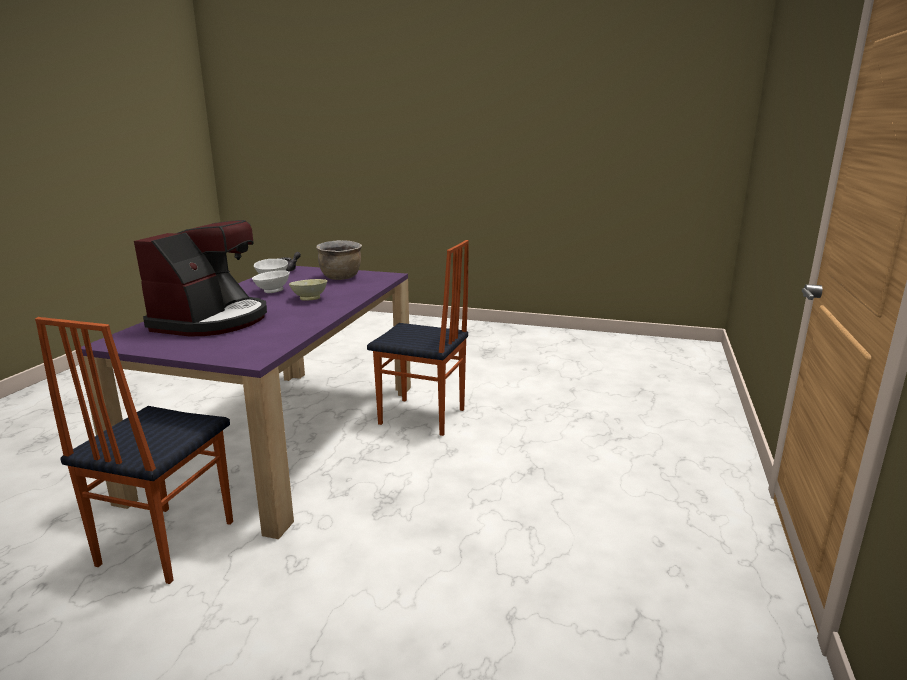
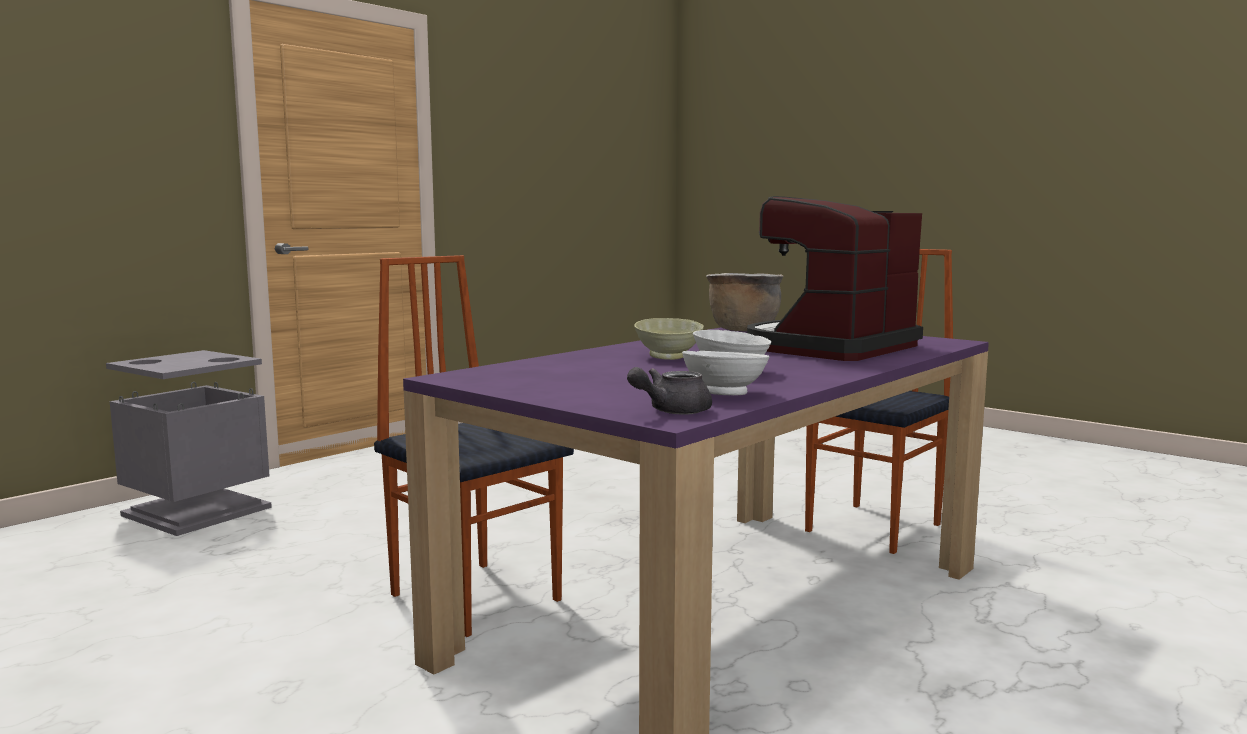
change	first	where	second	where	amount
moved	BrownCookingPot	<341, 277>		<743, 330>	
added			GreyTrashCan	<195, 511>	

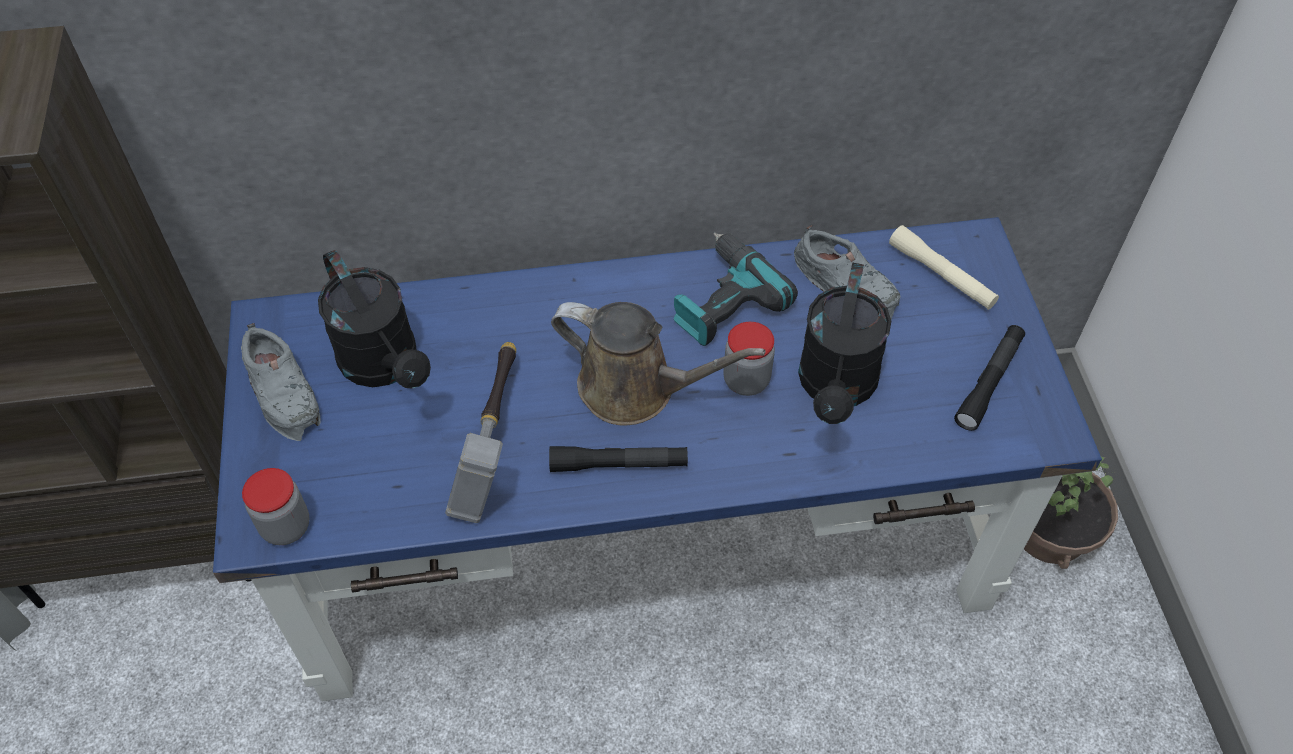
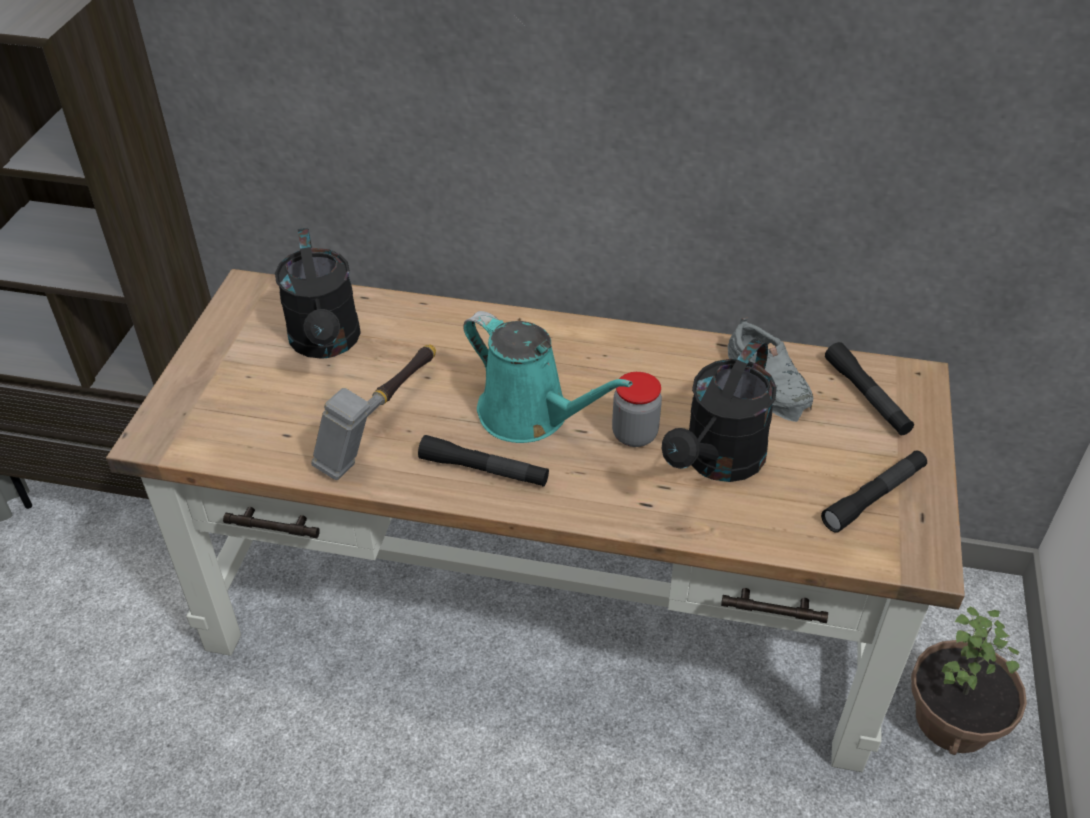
change	first	where	second	where	amount
recoloured	BlueDesk	<649, 541>	BrownDesk	<548, 606>	
removed	GreyShoe	<283, 391>			
removed	Jar	<286, 526>			
recoloured	BrownWateringCan	<636, 389>	TurquoiseWateringCan	<530, 415>	
removed	PowerDrill	<722, 300>			
recoloured	BeigeFlashlight	<941, 275>	BlackFlashlight	<866, 396>	

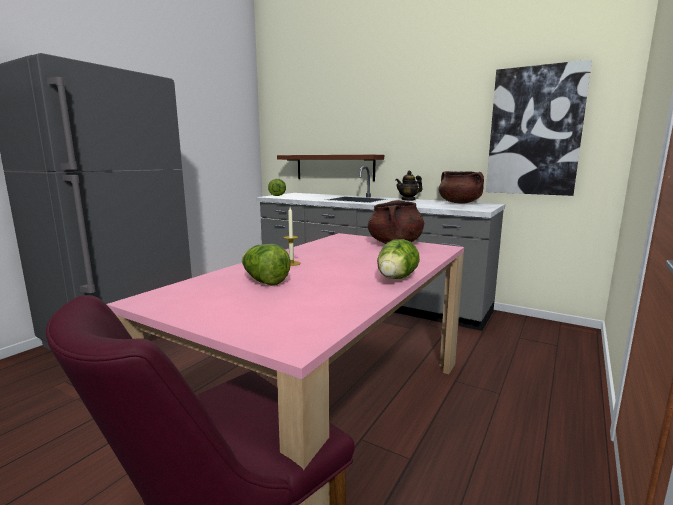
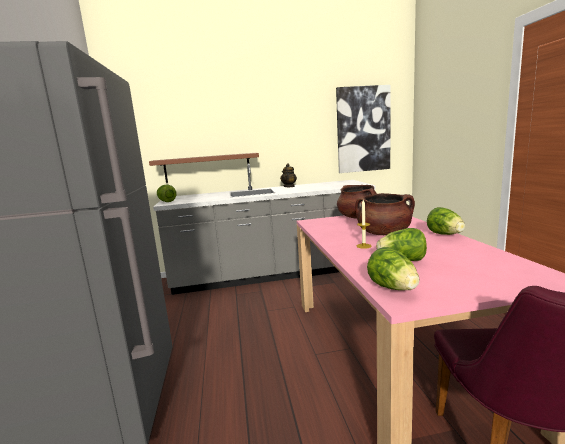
change	first	where	second	where	amount
moved	BrownCookingPot	<460, 203>		<384, 233>	
added			Lettuce	<393, 288>	

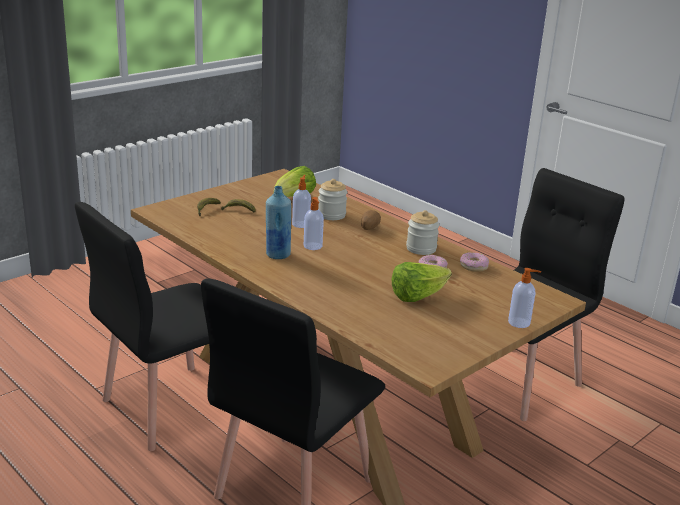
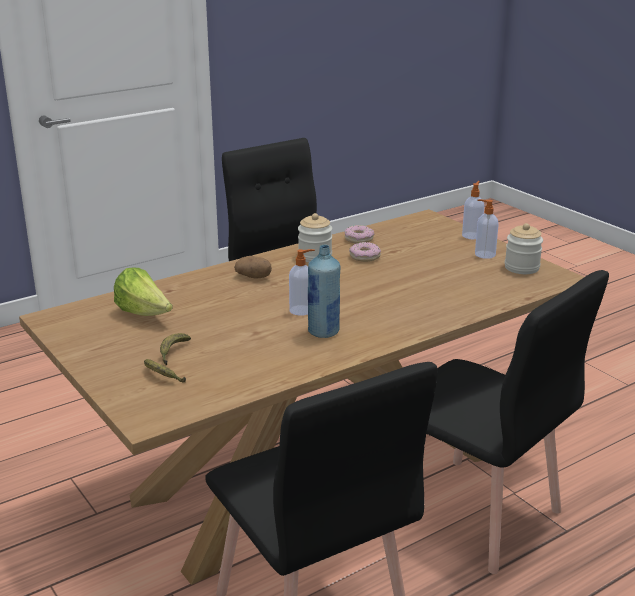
change	first	where	second	where	amount
moved	SoapDispenser	<301, 224>		<484, 254>	
moved	Jar	<331, 215>		<521, 268>	
removed	Lettuce	<417, 296>			

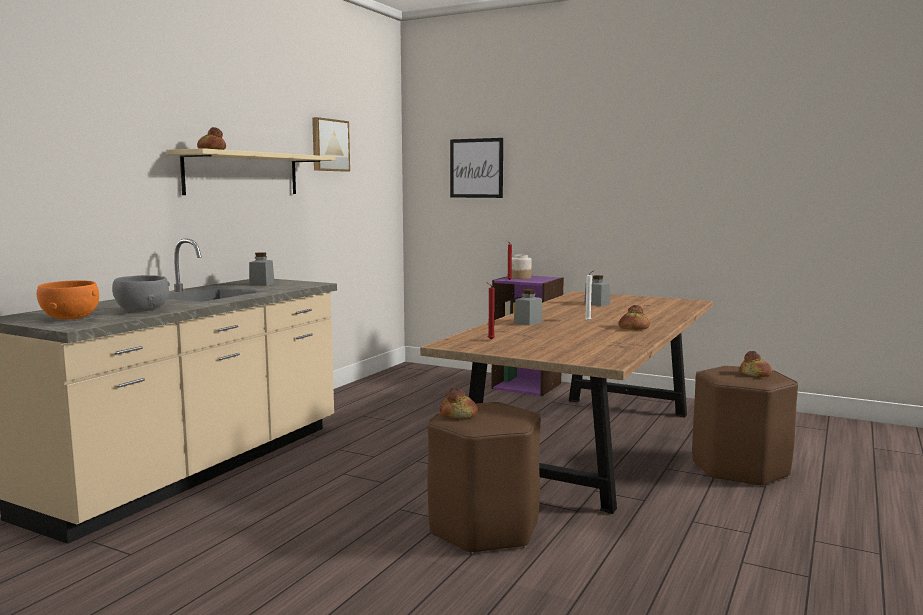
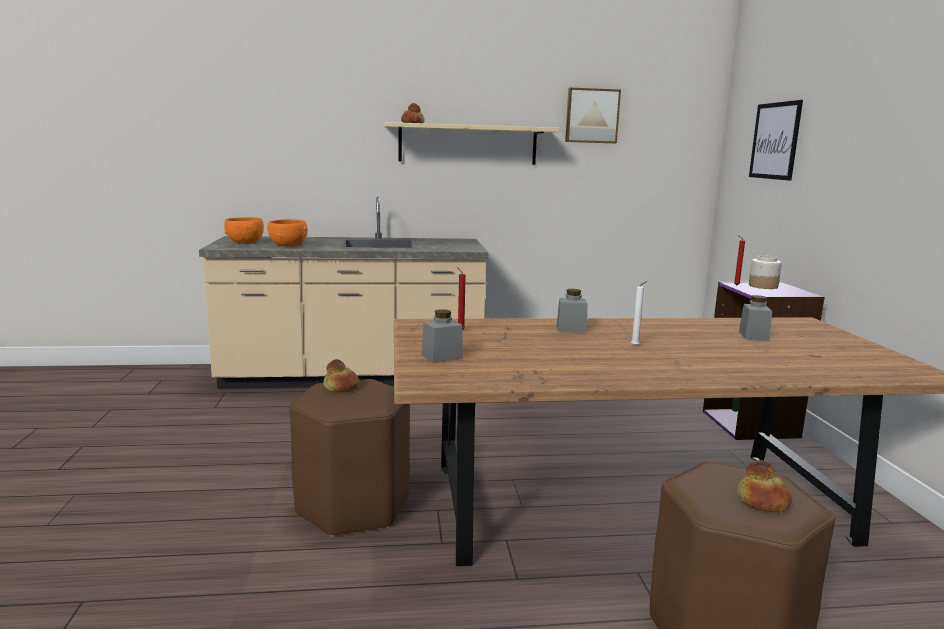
change	first	where	second	where	amount
recoloured	GreyBowl	<142, 310>	OrangeBowl	<288, 245>	
moved	GreyJar	<262, 284>		<442, 357>	
removed	Bread	<634, 328>			

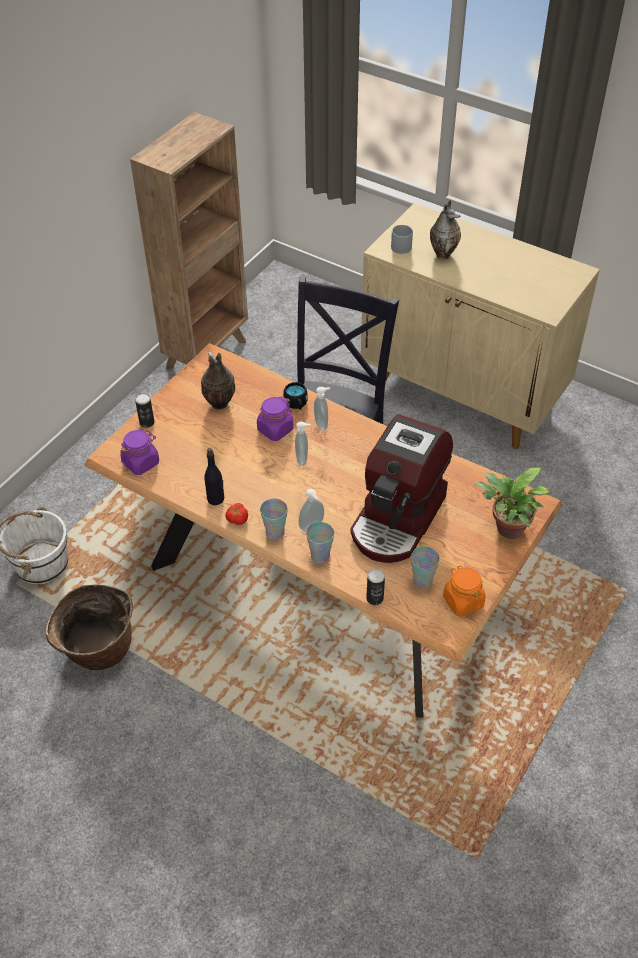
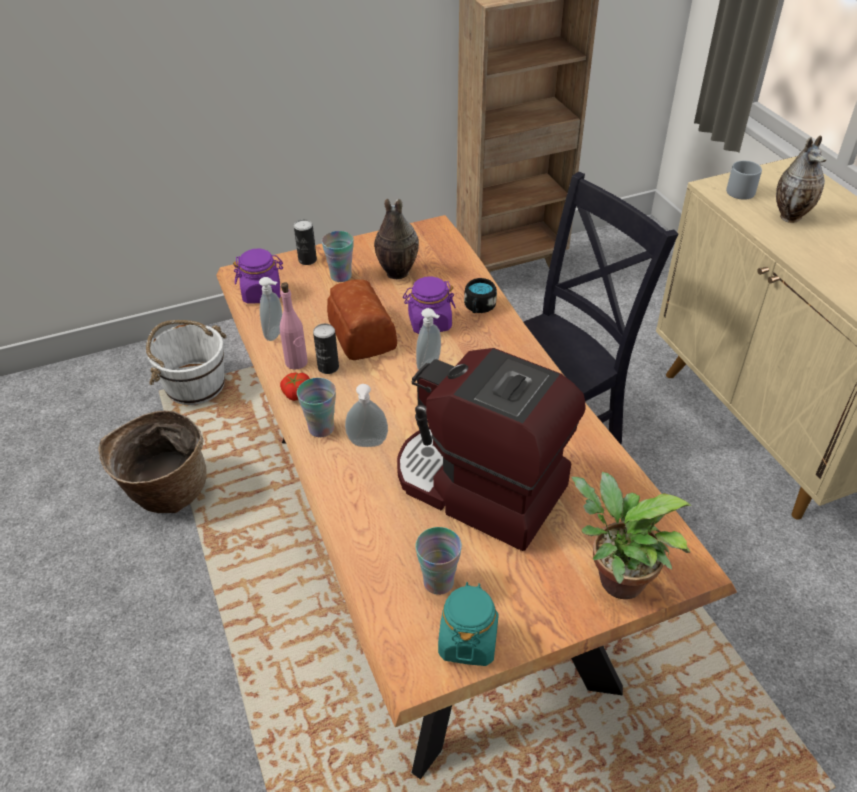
change	first	where	second	where	amount
recoloured	BlackBottle	<216, 499>	PinkBottle	<296, 362>	
moved	Cup	<320, 556>		<341, 276>	
moved	SoapDispenser	<322, 424>		<276, 334>	
turned	CoffeeMachine	<398, 519>		<479, 489>	60 degrees clockwise
moved	Can	<375, 598>		<328, 367>	
recoloured	OrangeJar	<463, 601>	TurquoiseJar	<468, 641>	
added			Bread	<361, 335>	

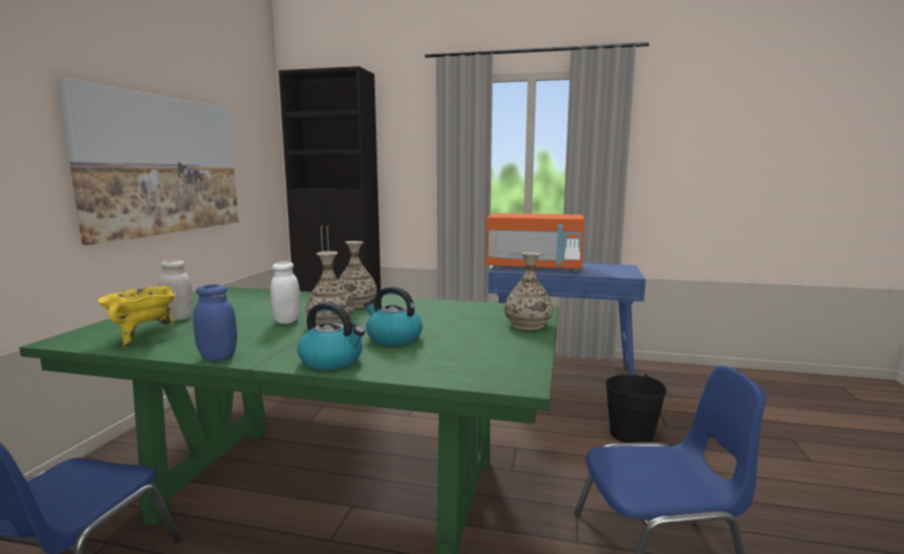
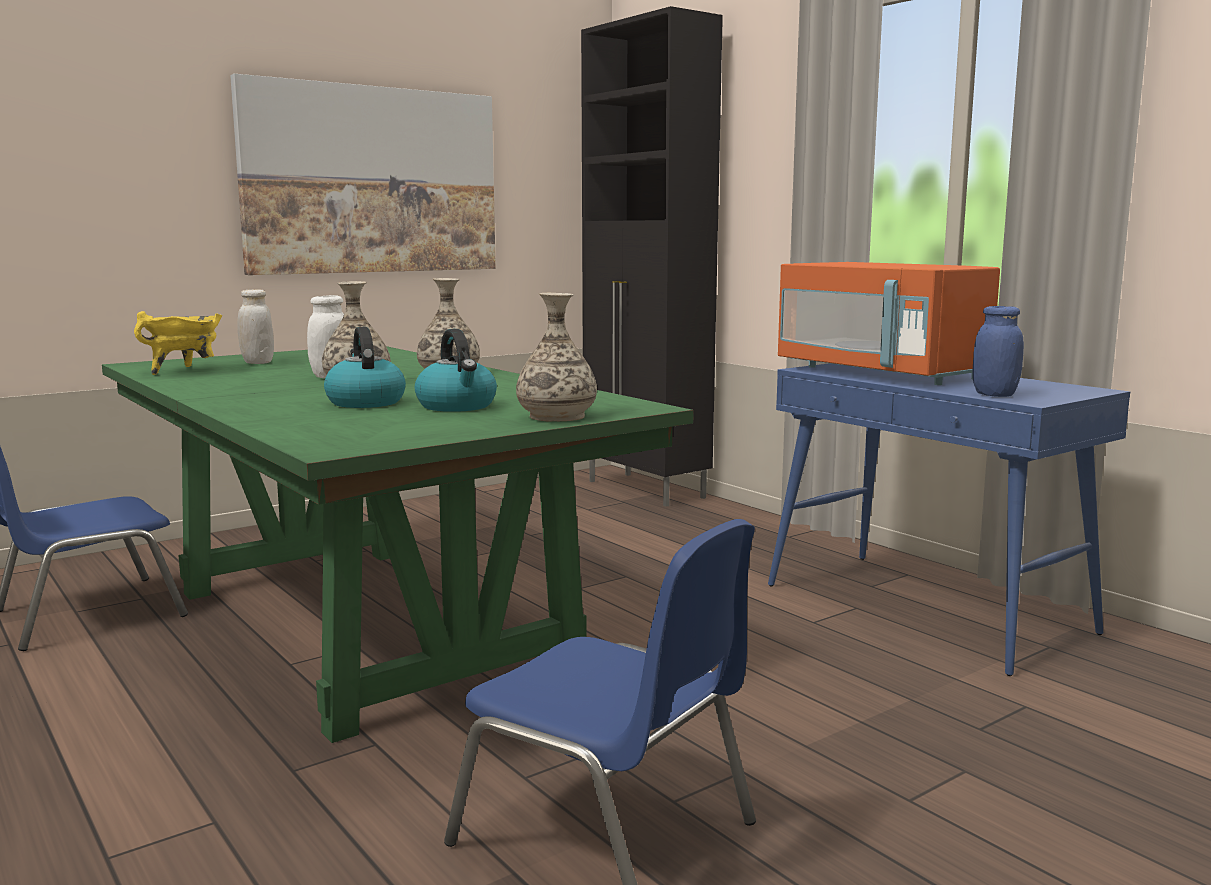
change	first	where	second	where	amount
moved	BlueJar	<218, 357>		<994, 395>	
moved	Kettle	<332, 361>		<457, 406>	
removed	BlackBucket	<631, 434>			

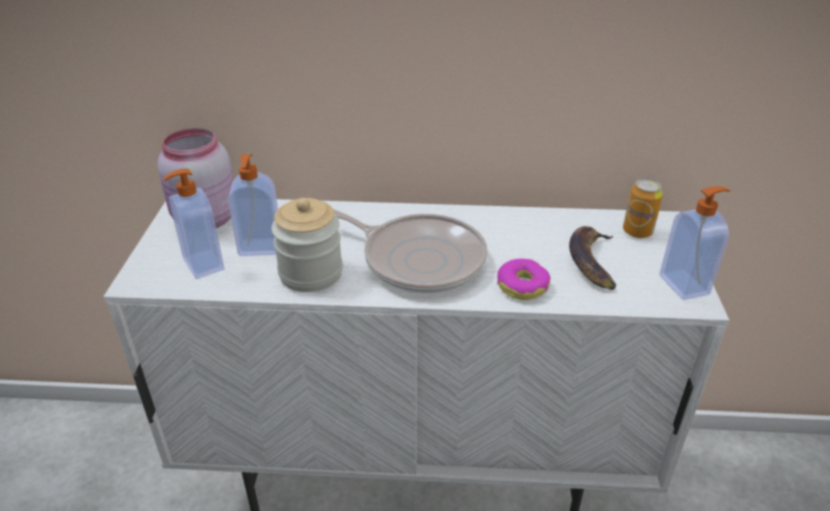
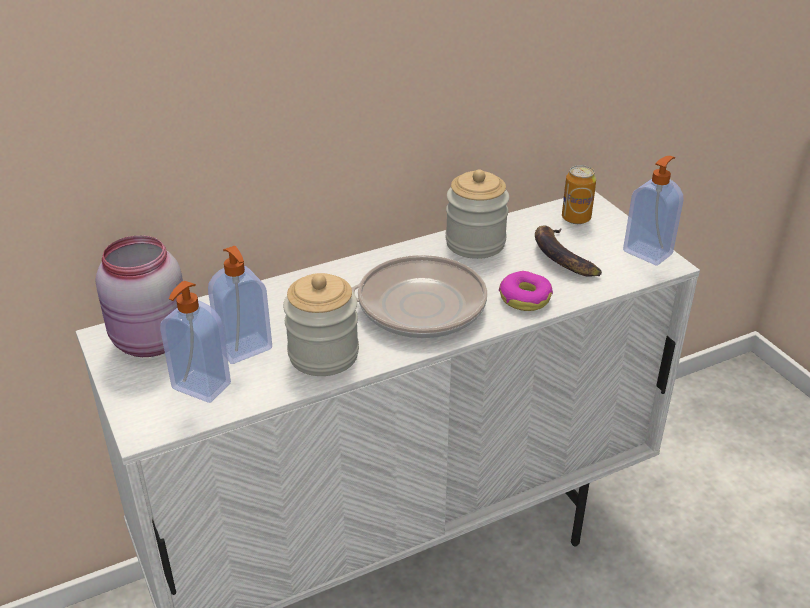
change	first	where	second	where	amount
added			Jar	<475, 243>	

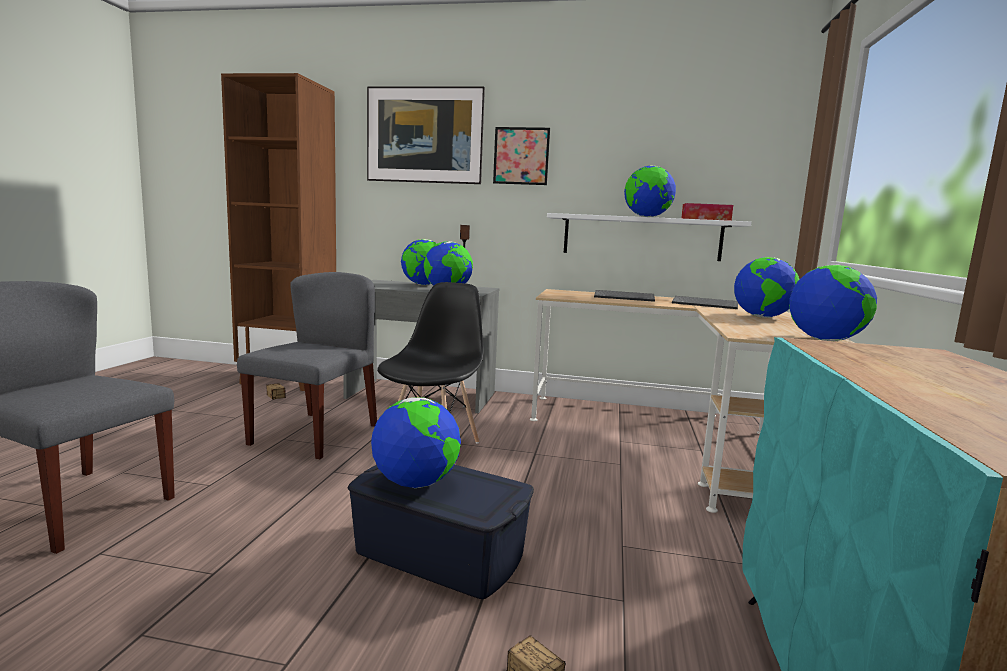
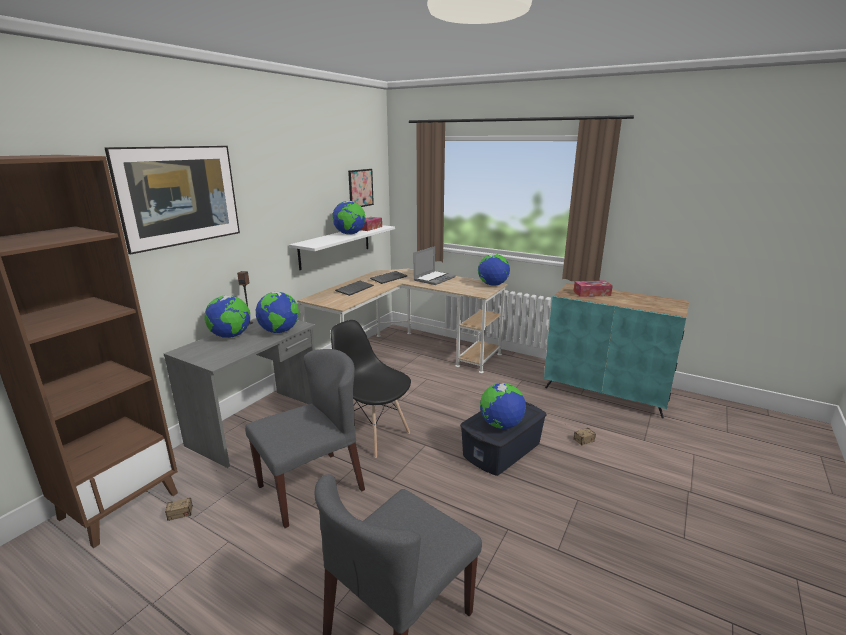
change	first	where	second	where	amount
turned	GreyChair	<315, 434>		<311, 487>	105 degrees clockwise
moved	Picture	<521, 156>		<360, 188>	
replaced	Globe	<762, 317>	Laptop	<434, 278>	
added			TissueBox	<591, 293>	

